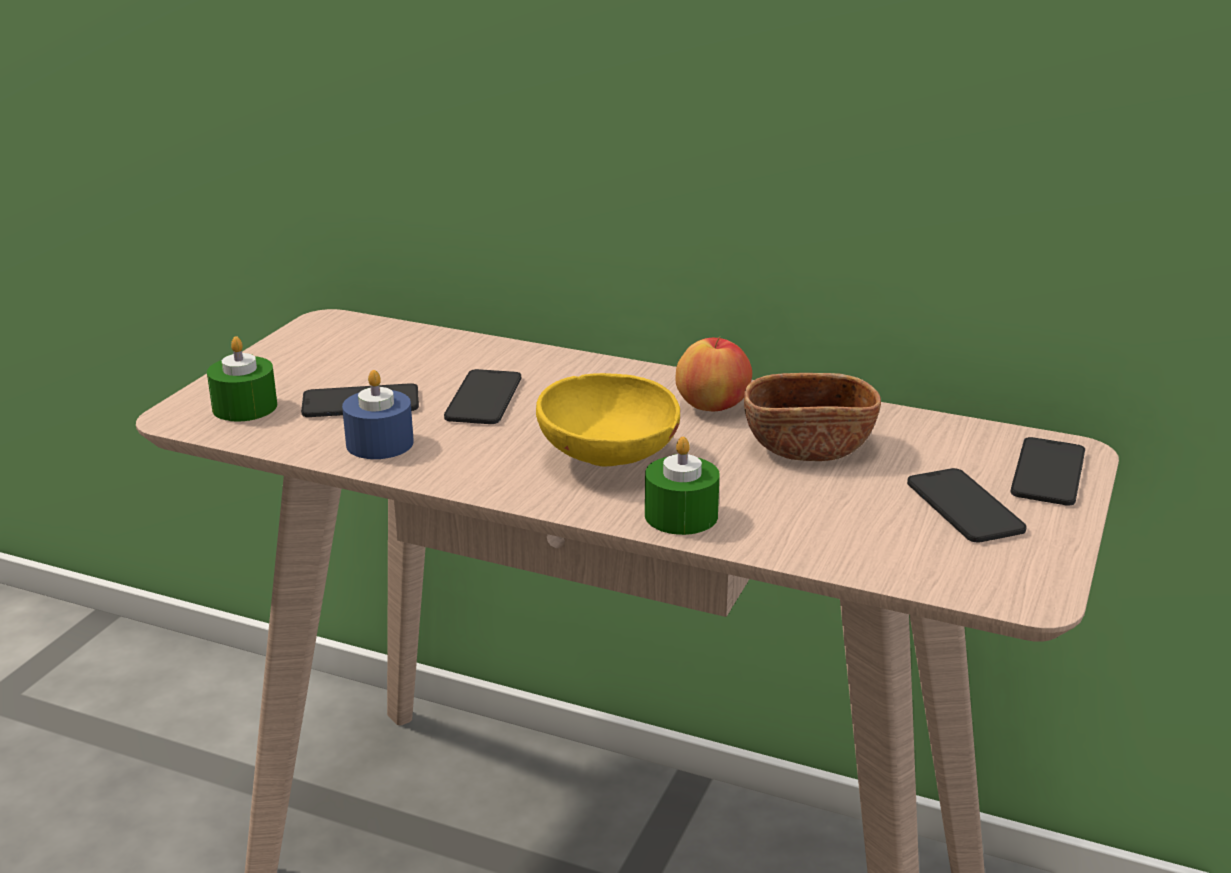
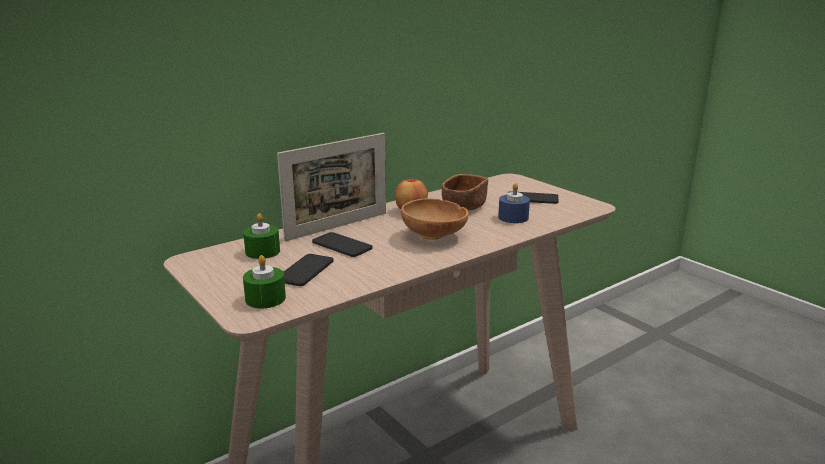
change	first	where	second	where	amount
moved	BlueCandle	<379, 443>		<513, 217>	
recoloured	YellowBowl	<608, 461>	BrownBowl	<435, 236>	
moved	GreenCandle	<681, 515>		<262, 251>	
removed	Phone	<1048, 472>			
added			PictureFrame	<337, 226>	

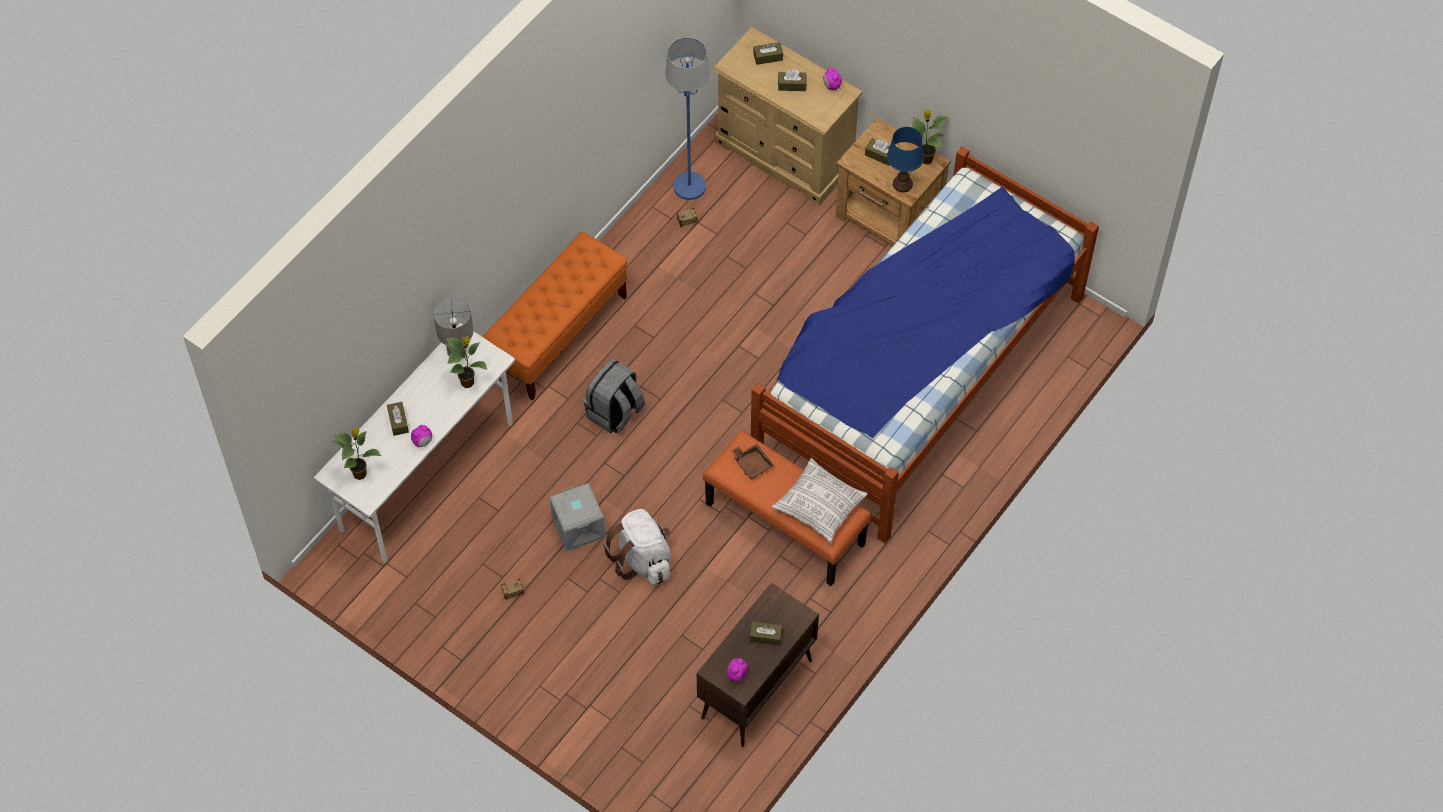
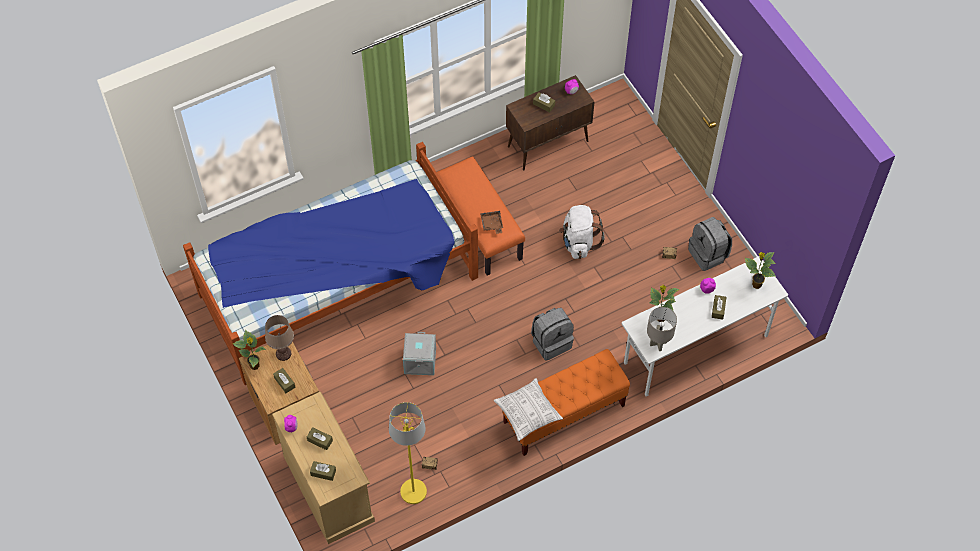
change	first	where	second	where	amount
moved	GreyStorageBox	<579, 527>		<419, 361>	
recoloured	BlueFloorLamp	<689, 186>	YellowFloorLamp	<413, 492>	
moved	Pillow	<820, 506>		<527, 413>	
recoloured	BlueTableLamp	<902, 184>	BrownTableLamp	<283, 354>	
added			GreyBackpack	<708, 254>	

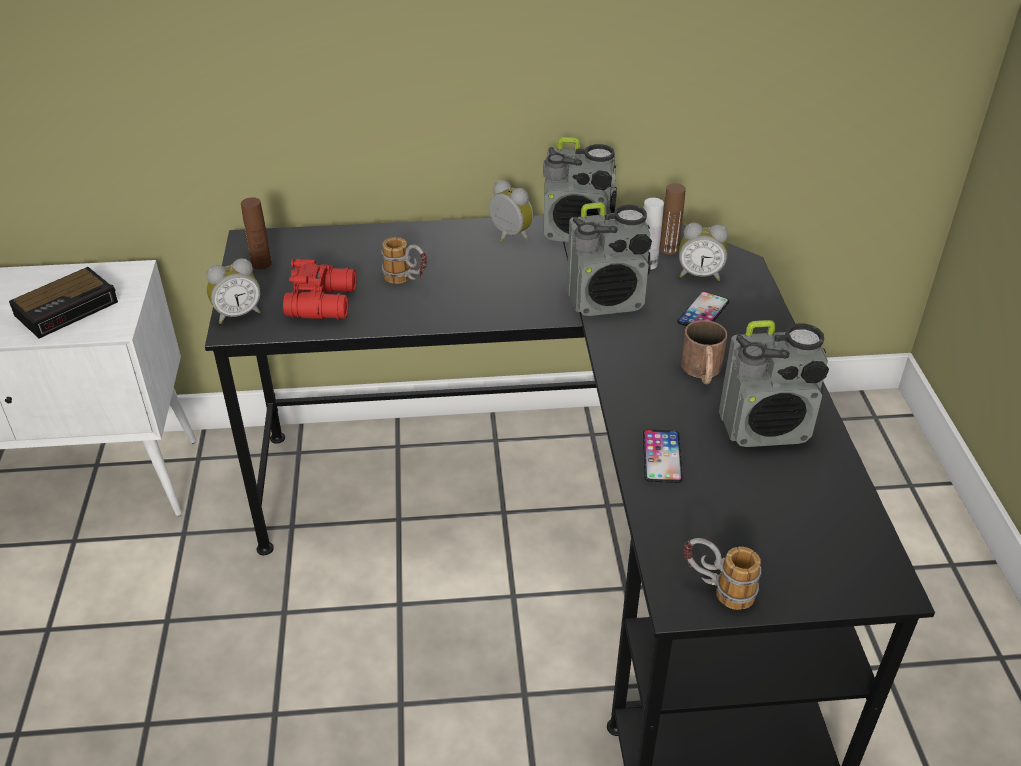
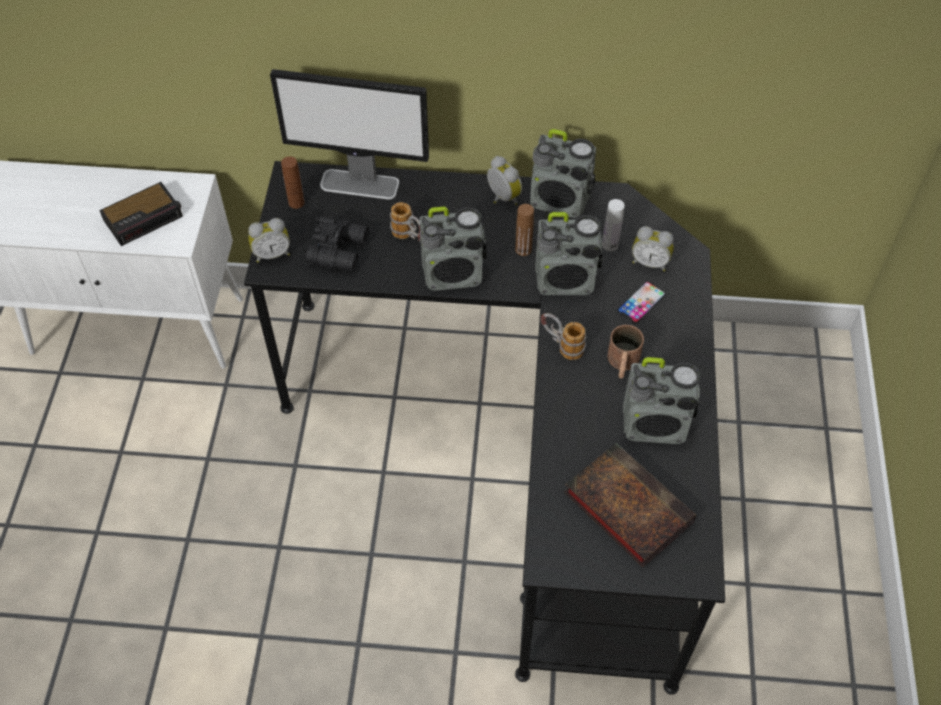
change	first	where	second	where	amount
recoloured	RedBinoculars	<324, 301>	BlackBinoculars	<340, 250>	
removed	Phone	<662, 456>			
moved	BrownBottle	<669, 249>		<523, 249>	
moved	Mug	<717, 590>		<561, 345>	
added			Monitor	<360, 184>	
added			Radio	<453, 274>	
added			Book	<625, 506>	

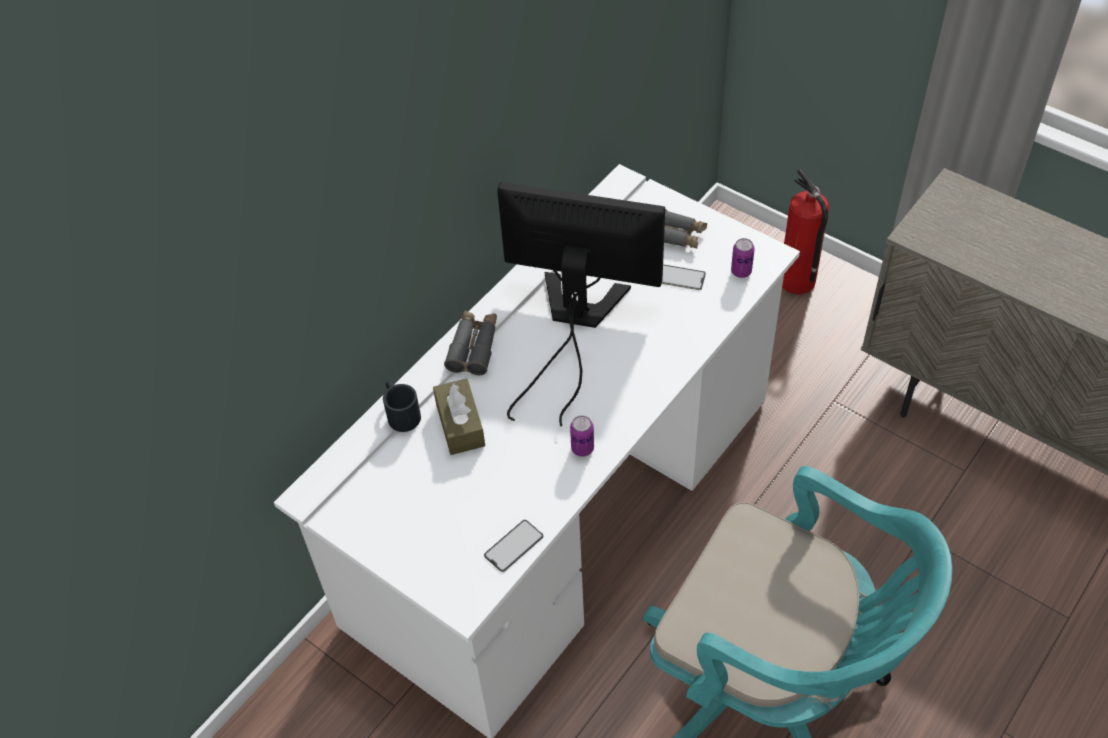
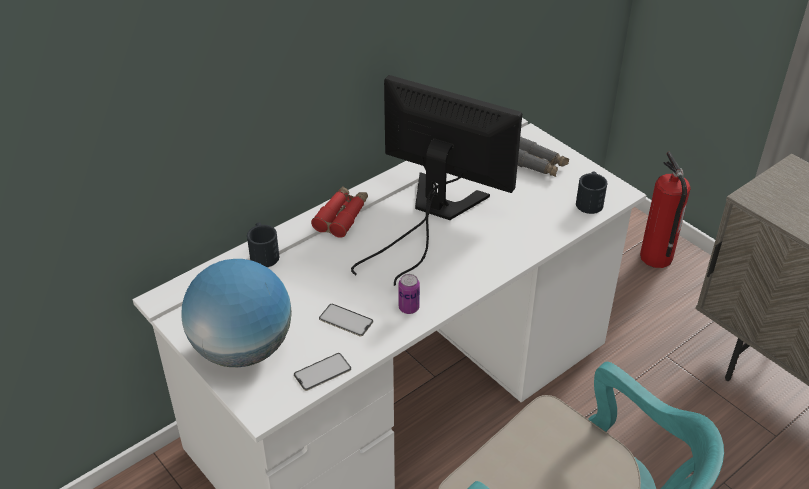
change	first	where	second	where	amount
removed	BrownTissueBox	<460, 424>			
recoloured	GreyBinoculars	<473, 347>	RedBinoculars	<342, 216>	
moved	Phone	<678, 277>		<346, 320>	
replaced	Can	<741, 271>	BlackMug	<590, 201>	
added			Globe	<243, 349>	

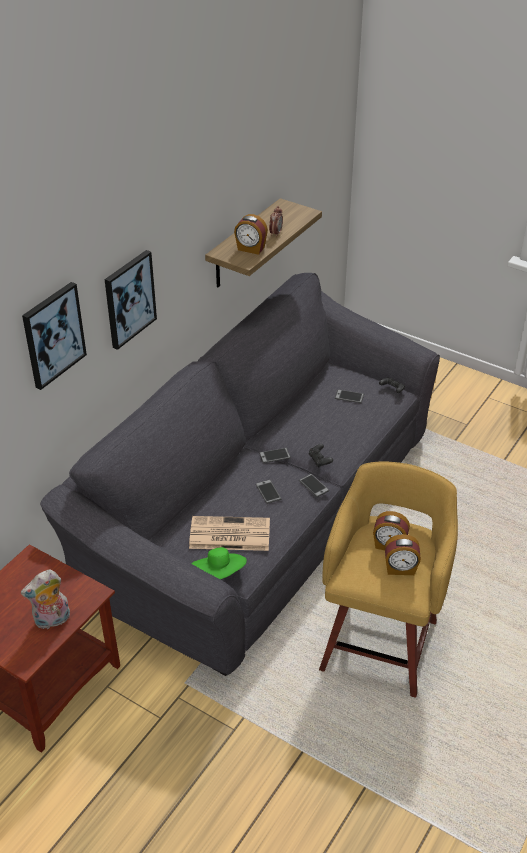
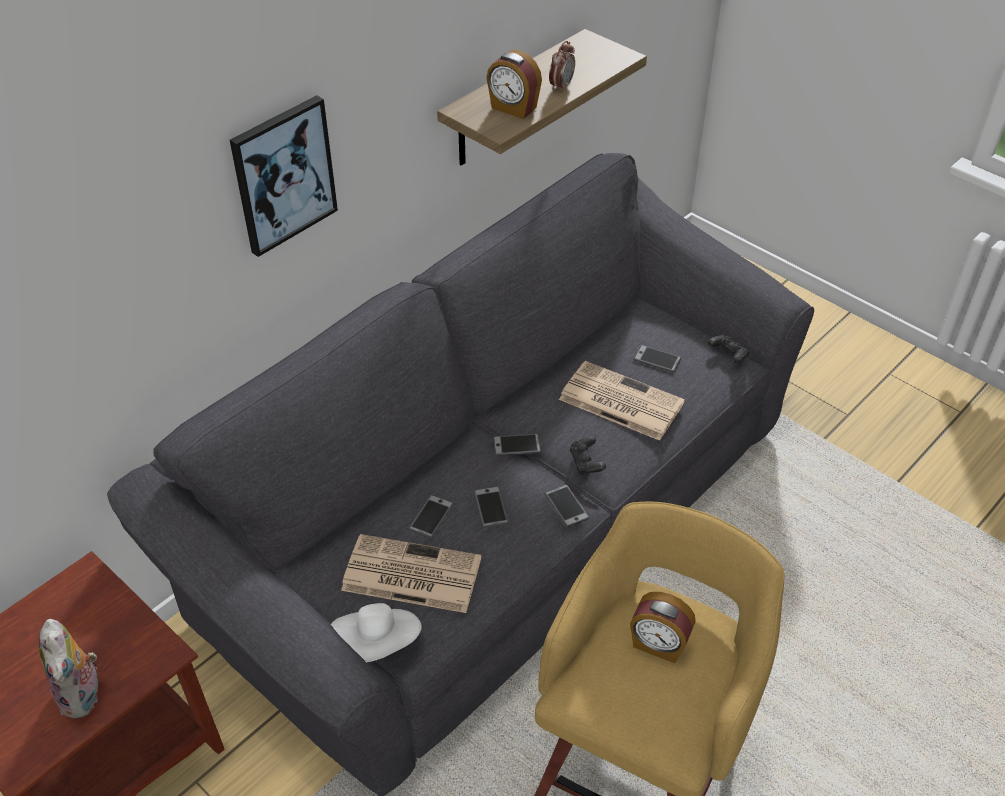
change	first	where	second	where	amount
turned	PlushToy	<52, 621>		<83, 695>	90 degrees counterclockwise
removed	Picture	<53, 335>			
recoloured	GreenHat	<219, 574>	WhiteHat	<378, 644>	
removed	AlarmClock	<400, 569>			
added			Phone	<431, 517>	
added			Newspaper	<619, 401>	

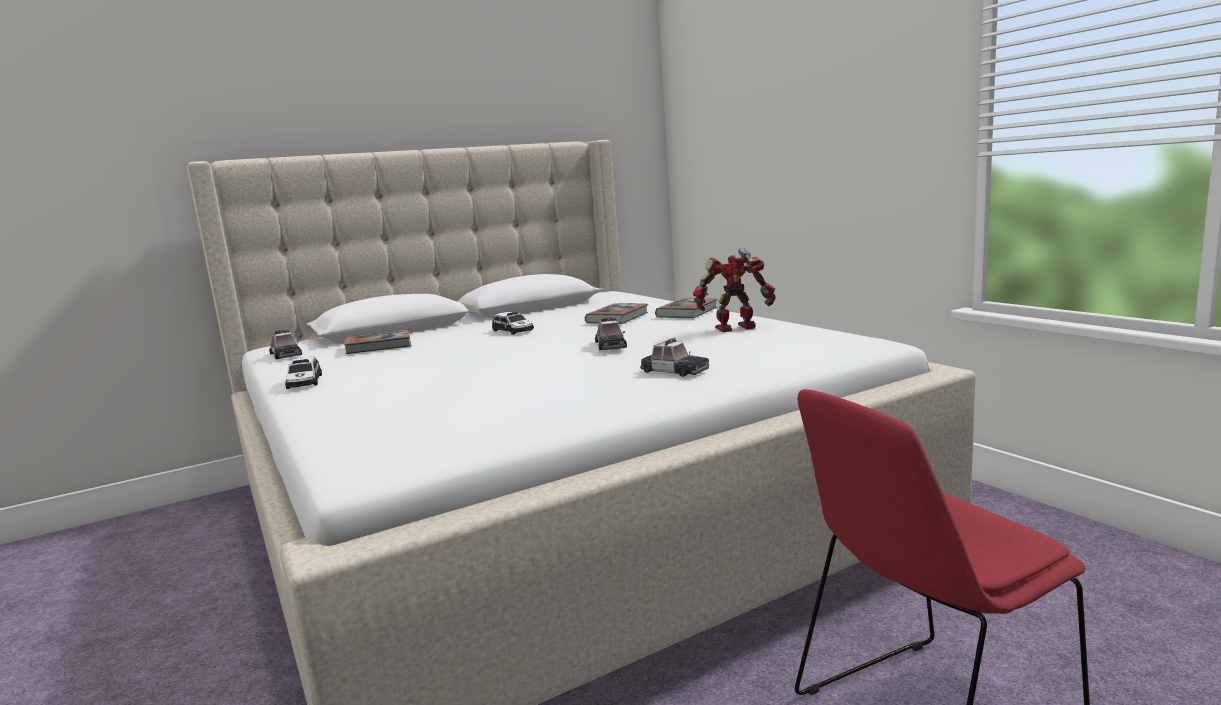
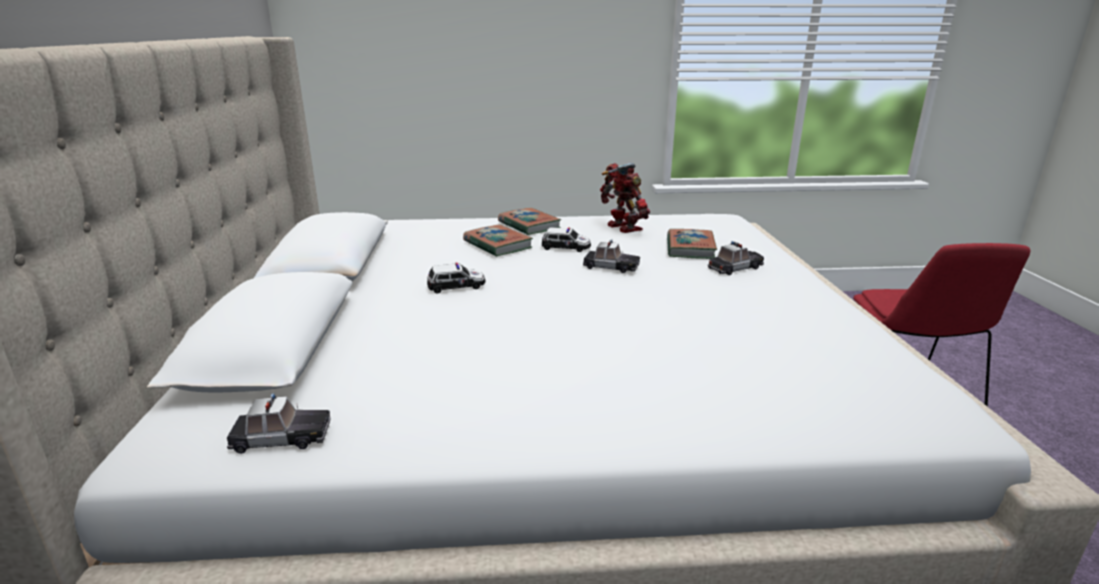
change	first	where	second	where	amount
moved	ToyCar	<304, 382>		<566, 247>	
moved	Book	<379, 346>		<690, 248>	
turned	ToyRobot	<736, 328>		<622, 228>	135 degrees clockwise

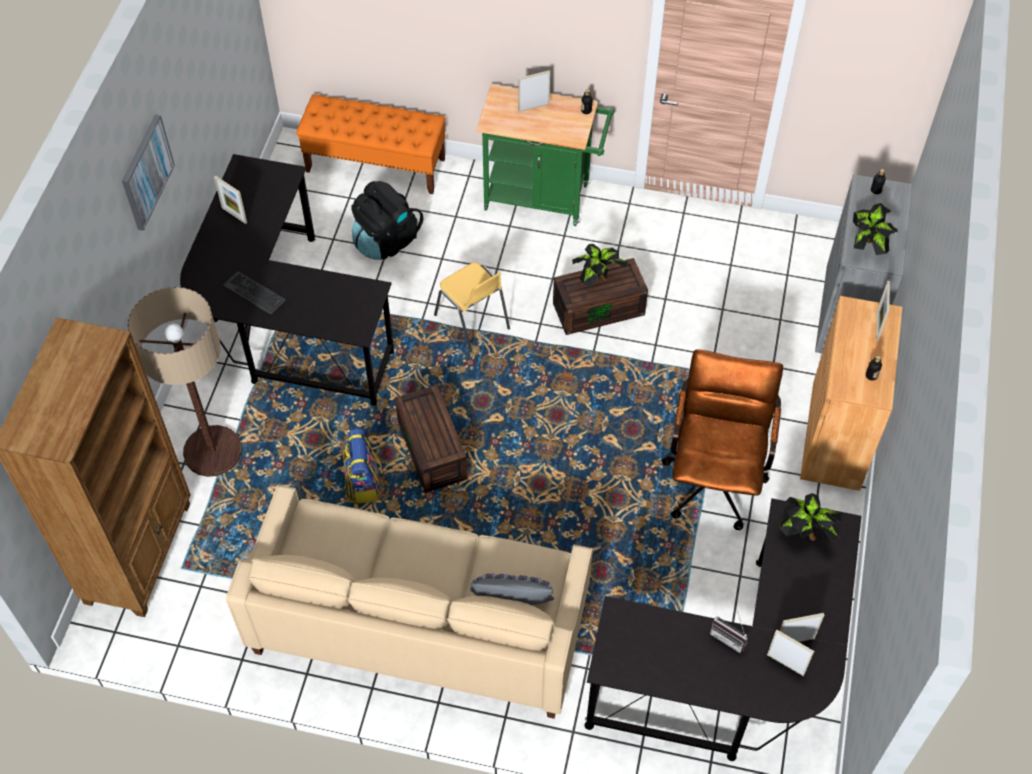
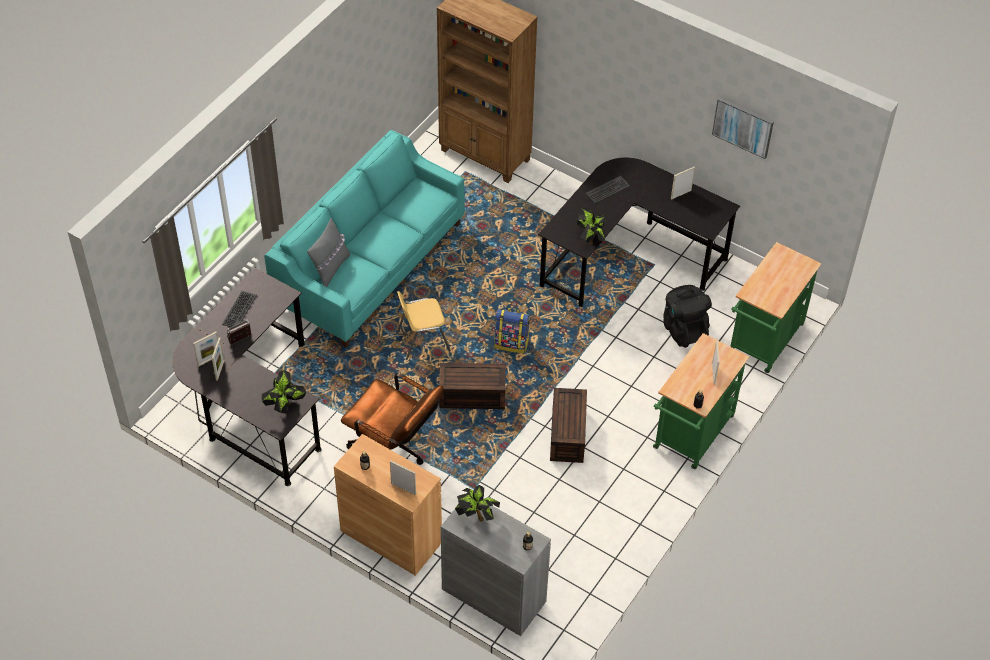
change	first	where	second	where	amount
moved	Picture	<146, 172>		<743, 127>	
removed	FloorLamp	<212, 451>			
recoloured	BeigeSofa	<419, 624>	TurquoiseSofa	<371, 266>	
replaced	OrangeBench	<376, 165>	GreenCart	<763, 343>	
moved	Backpack	<362, 483>		<511, 343>	
moved	BrownStorageBox	<433, 451>		<471, 396>	
moved	YellowChair	<472, 322>		<422, 341>	
moved	PottedPlant	<598, 278>		<591, 239>	
added			Keyboard	<239, 310>	

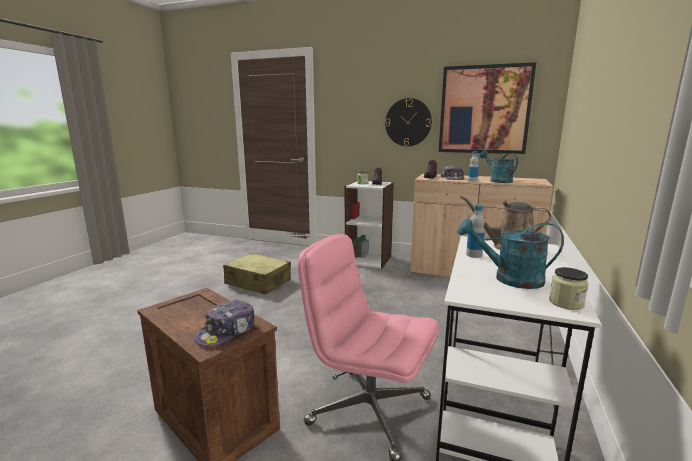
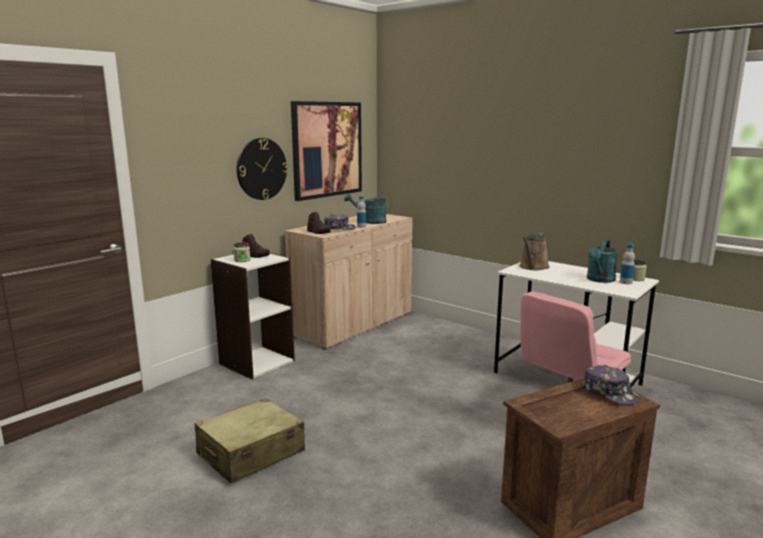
change	first	where	second	where	amount
moved	Bottle	<474, 255>		<625, 282>	

